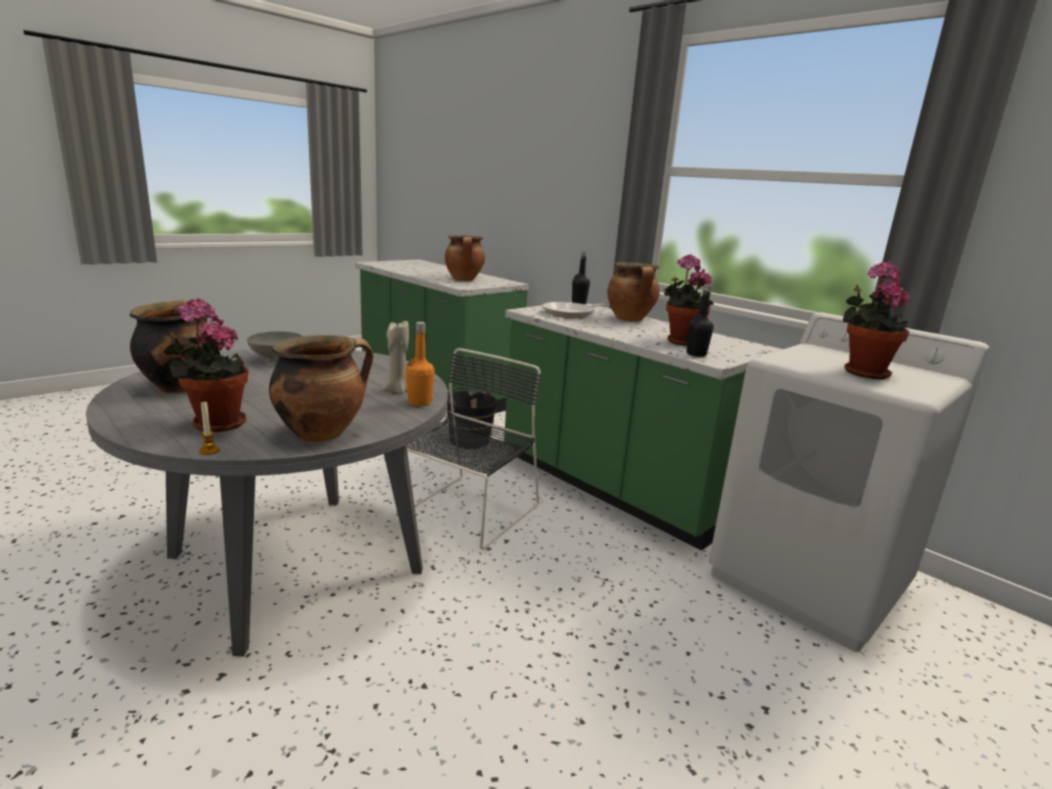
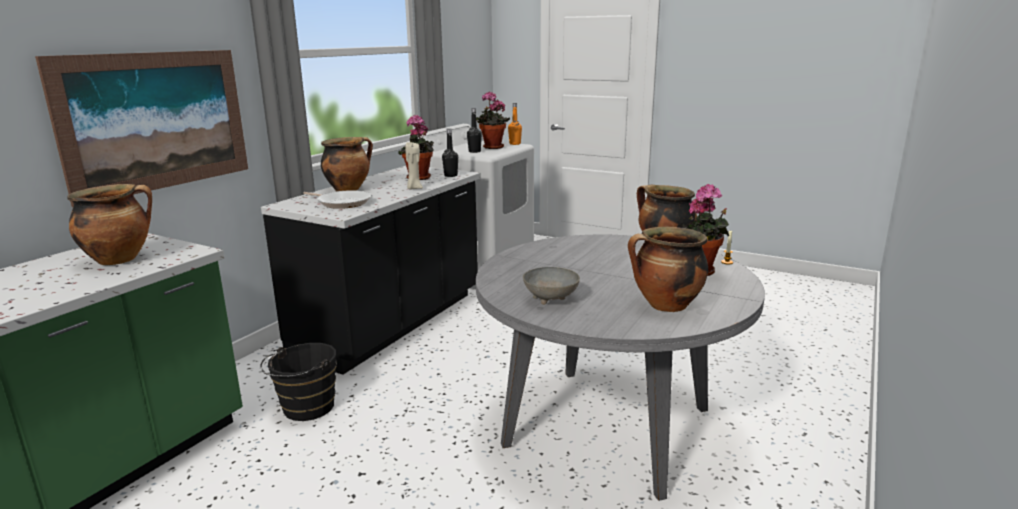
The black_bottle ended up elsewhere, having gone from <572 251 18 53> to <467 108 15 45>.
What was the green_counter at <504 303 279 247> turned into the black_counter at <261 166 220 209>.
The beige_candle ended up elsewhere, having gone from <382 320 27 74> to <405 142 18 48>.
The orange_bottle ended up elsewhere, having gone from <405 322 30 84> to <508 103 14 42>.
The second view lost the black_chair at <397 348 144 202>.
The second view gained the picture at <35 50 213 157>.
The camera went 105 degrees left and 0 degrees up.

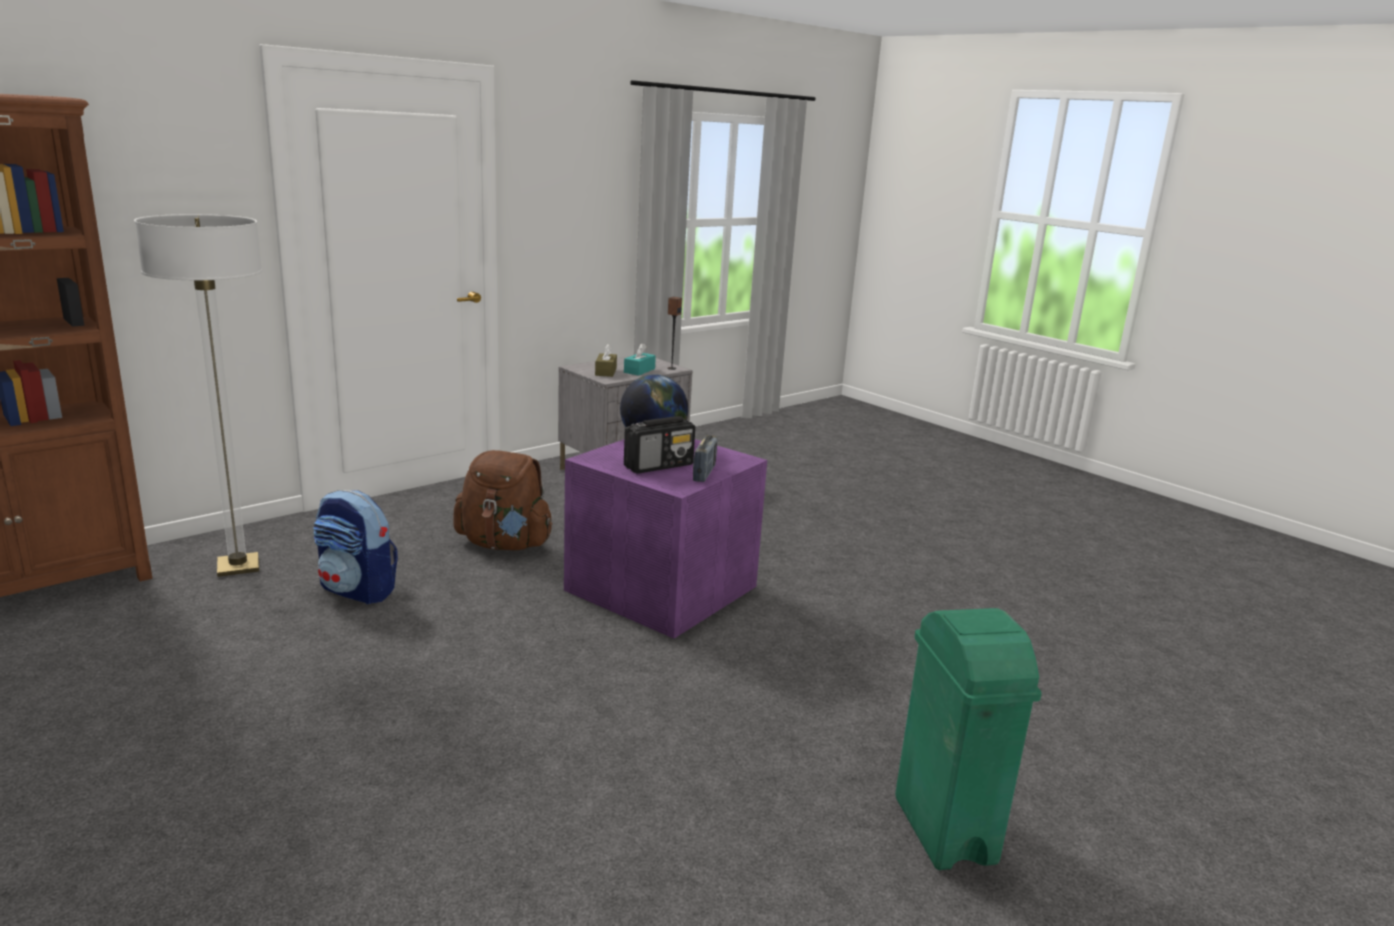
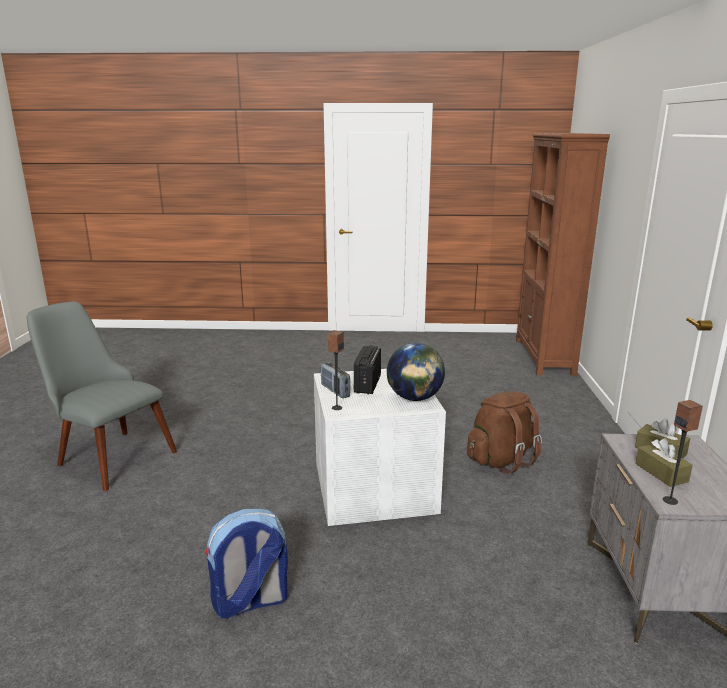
The second view lost the floor_lamp at <134 214 128 363>.
What was the turquoise_tissue_box at <624 343 32 33> turned into the brown_tissue_box at <635 438 58 49>.
What was the purple_storage_box at <564 439 203 200> turned into the white_storage_box at <314 369 132 157>.
The backpack ended up elsewhere, having gone from <313 490 85 114> to <205 509 83 110>.
Where the green_trash_can stood at <895 608 147 262>, the grey_chair came to stand at <27 301 150 190>.
The second view gained the speaker at <328 330 16 80>.
The camera went 135 degrees right and 0 degrees up.

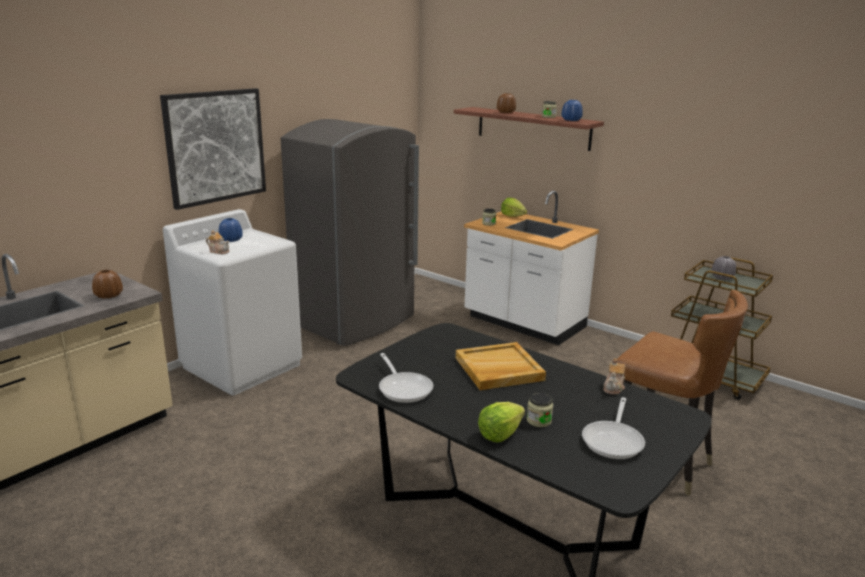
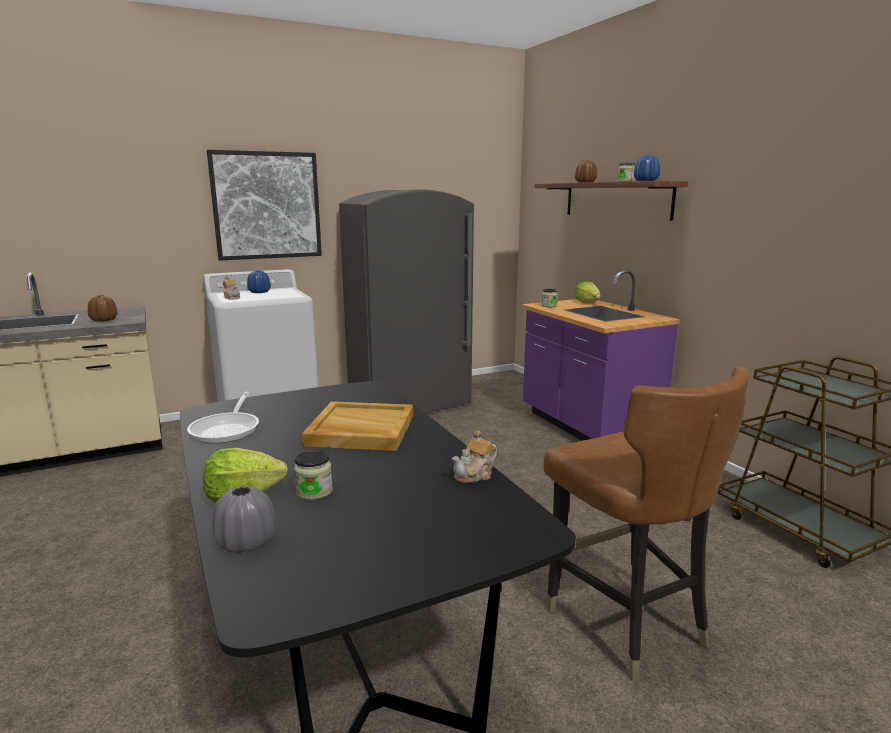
What was the white_counter at <464 191 135 154> turned into the purple_counter at <521 270 159 171>.
The grey_vase ended up elsewhere, having gone from <712 256 24 24> to <212 486 64 68>.
The second view lost the frying_pan at <582 397 63 62>.
The camera went 25 degrees right and 5 degrees down.

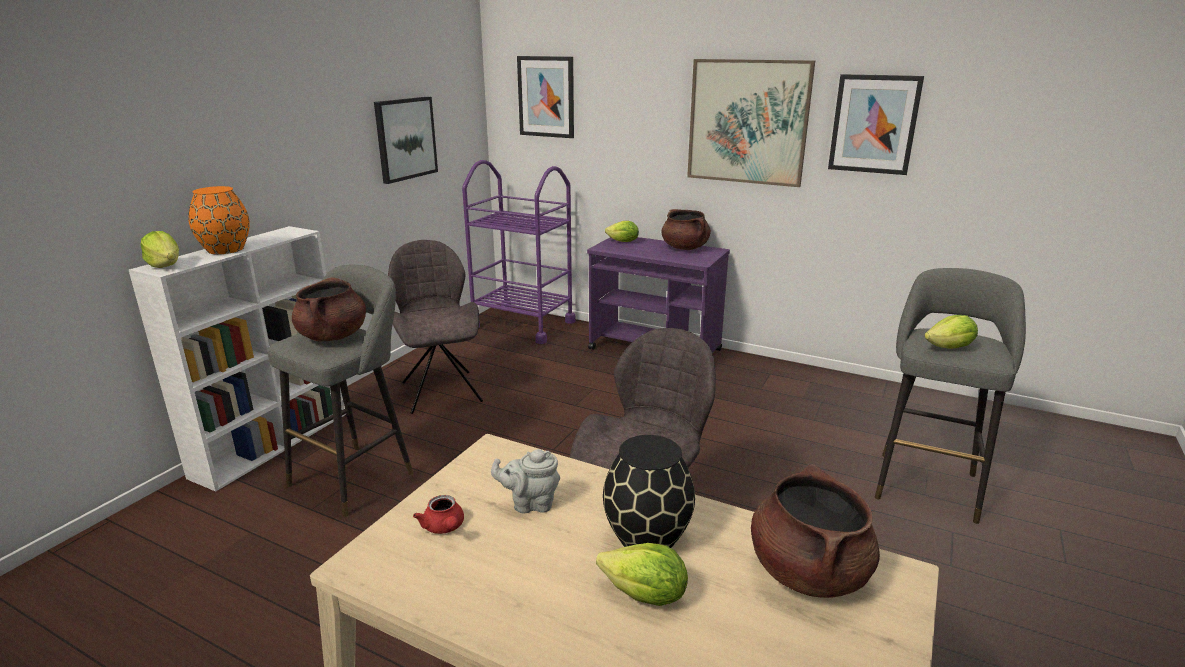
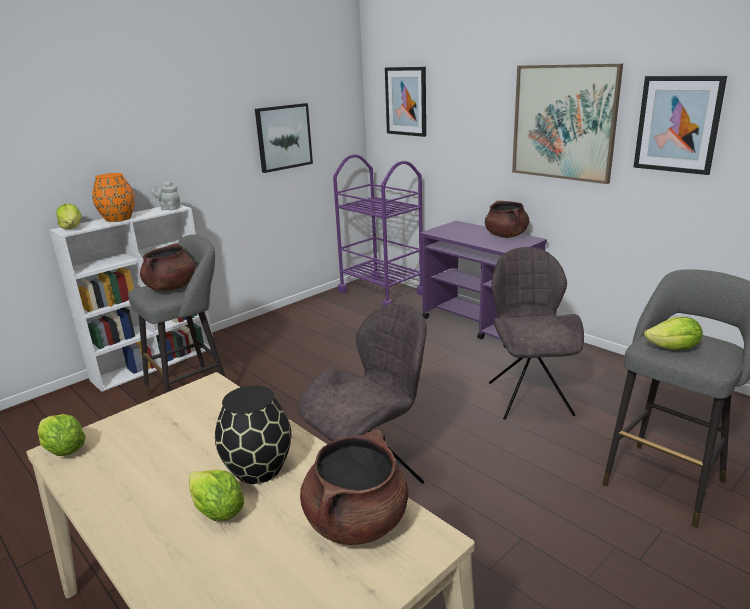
The lettuce ended up elsewhere, having gone from <605 221 34 21> to <37 414 49 42>.
The grey_chair ended up elsewhere, having gone from <388 240 95 174> to <489 247 95 173>.
The grey_teapot ended up elsewhere, having gone from <491 449 69 65> to <151 181 29 29>.
The second view lost the red_teapot at <413 495 51 39>.
The camera went 20 degrees right and 0 degrees up.

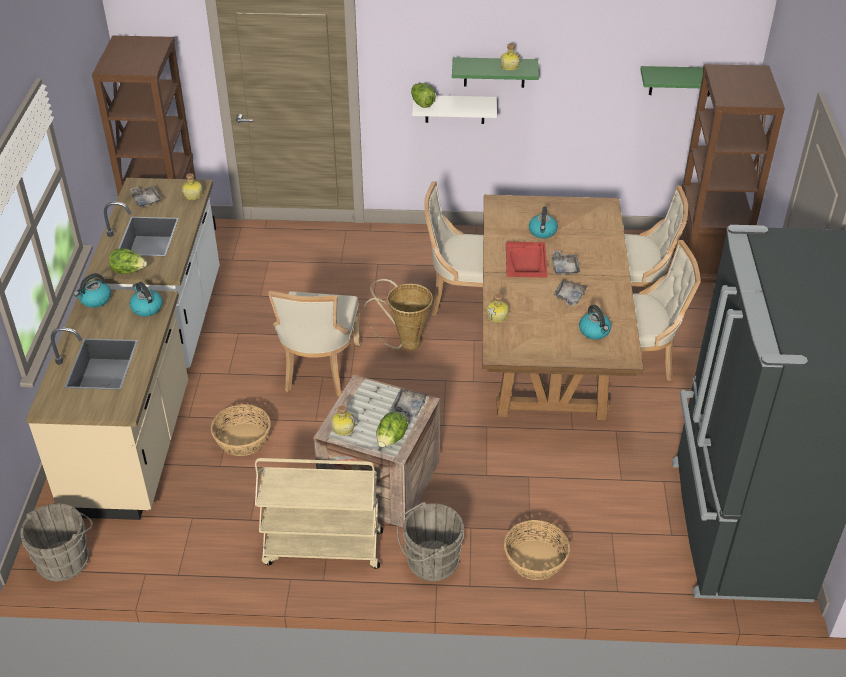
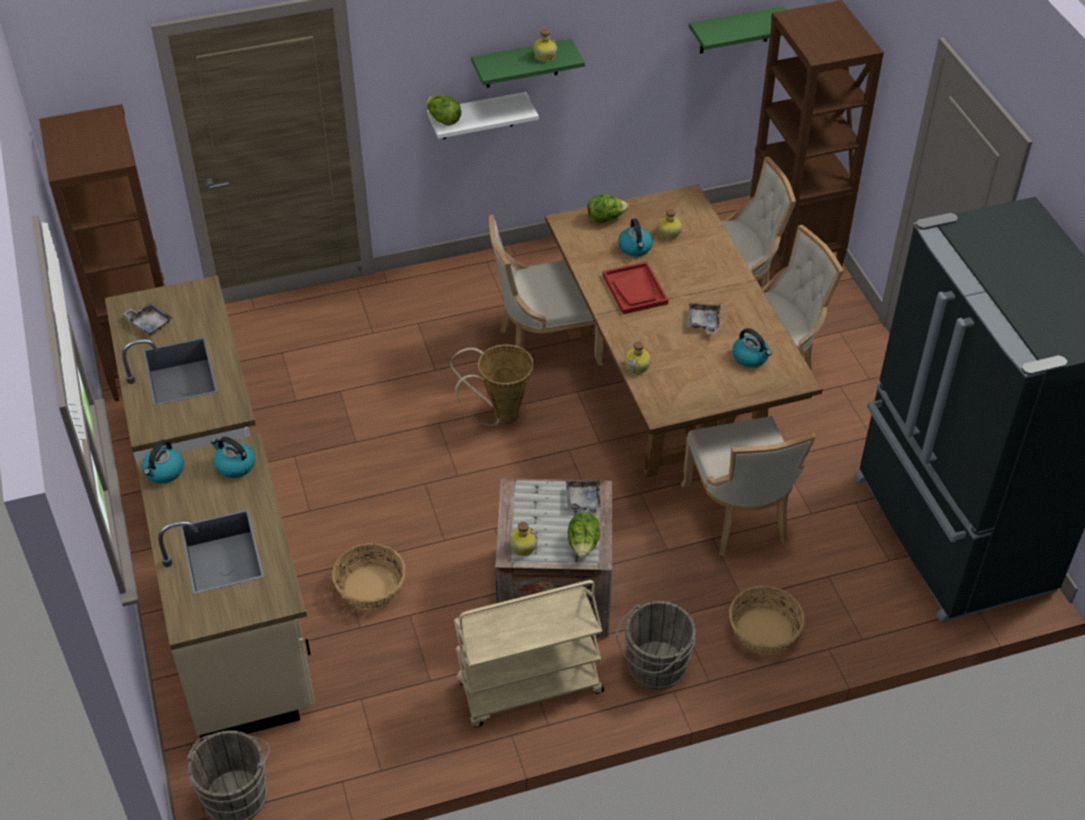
The bottle ended up elsewhere, having gone from <182 173 21 27> to <658 209 24 31>.
The lettuce ended up elsewhere, having gone from <109 248 38 26> to <587 194 42 29>.
The second view lost the grey_tray at <551 251 29 24>.
The beige_chair ended up elsewhere, having gone from <268 291 94 105> to <681 416 135 140>.
The camera went 20 degrees left and 5 degrees up.

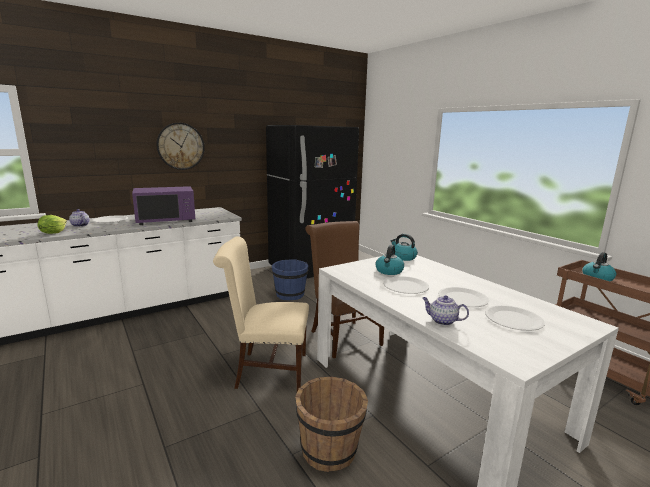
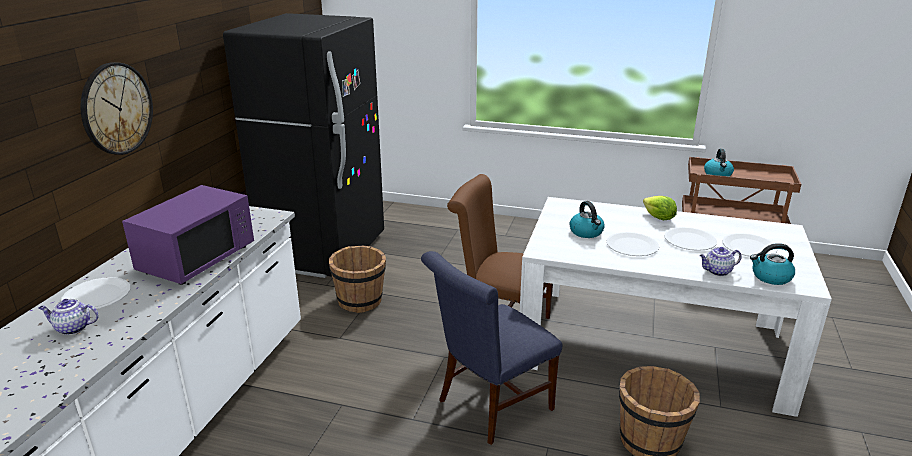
The lettuce ended up elsewhere, having gone from <38 215 29 19> to <643 196 34 24>.
The kettle ended up elsewhere, having gone from <391 234 27 27> to <750 243 45 42>.
What was the beige_chair at <213 236 96 155> turned into the blue_chair at <421 251 141 194>.
What was the blue_bucket at <272 259 36 41> turned into the brown_bucket at <329 245 57 68>.
The camera went 40 degrees left and 10 degrees up.

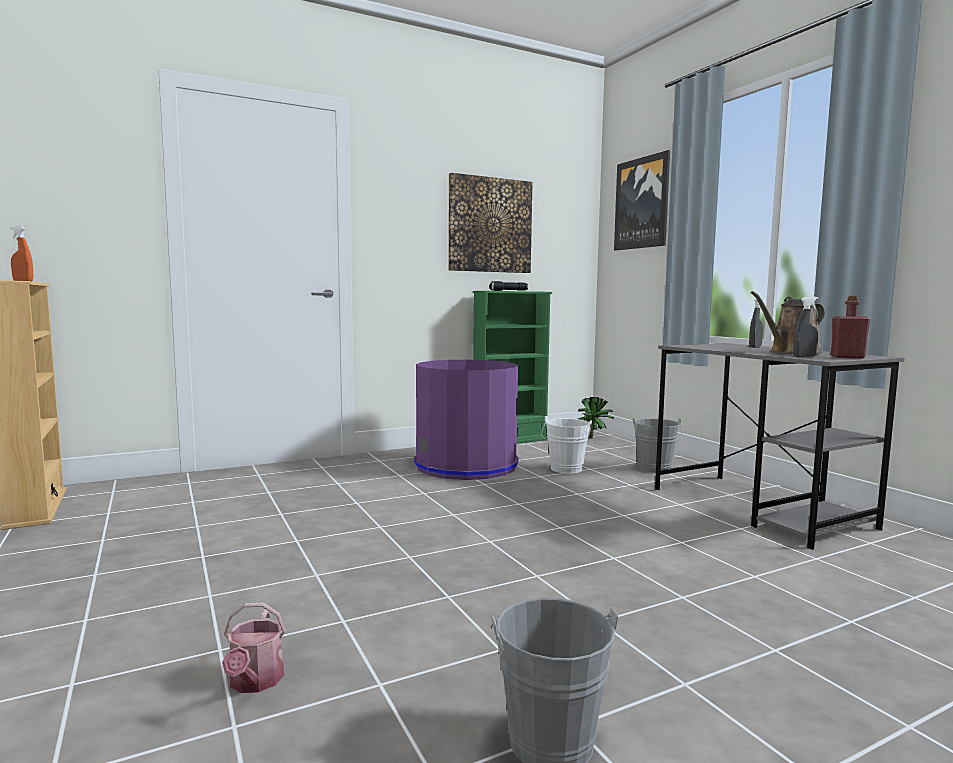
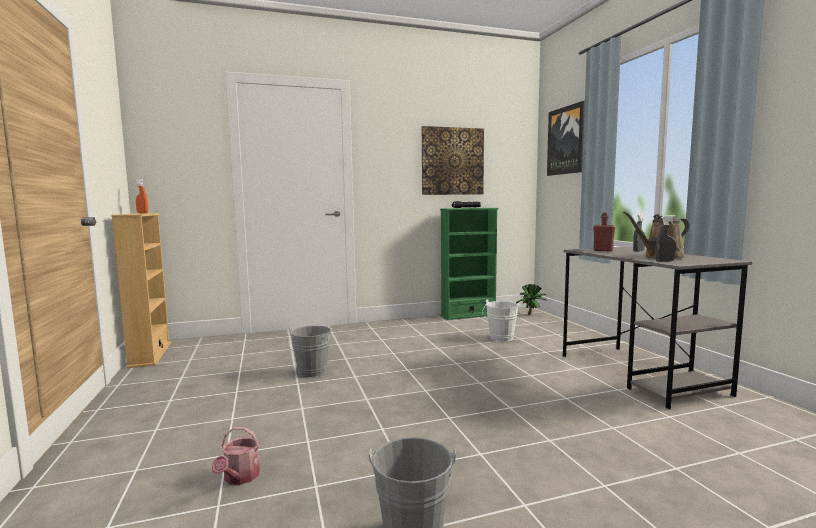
The red_bottle ended up elsewhere, having gone from <831 296 40 62> to <593 213 22 38>.
The second view lost the purple_trash_can at <414 360 105 120>.
The grey_bucket ended up elsewhere, having gone from <632 418 50 55> to <286 326 46 52>.
The camera went 10 degrees right and 0 degrees up.

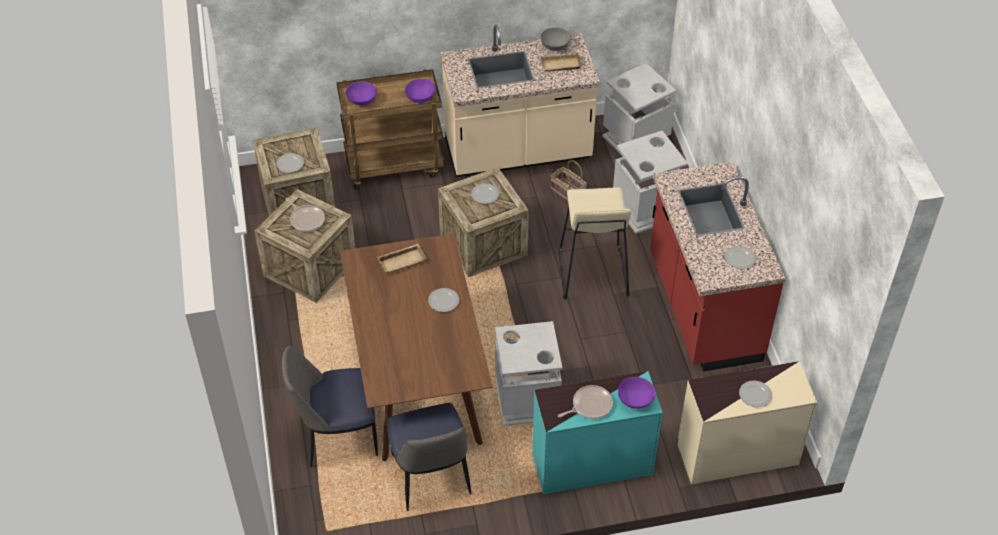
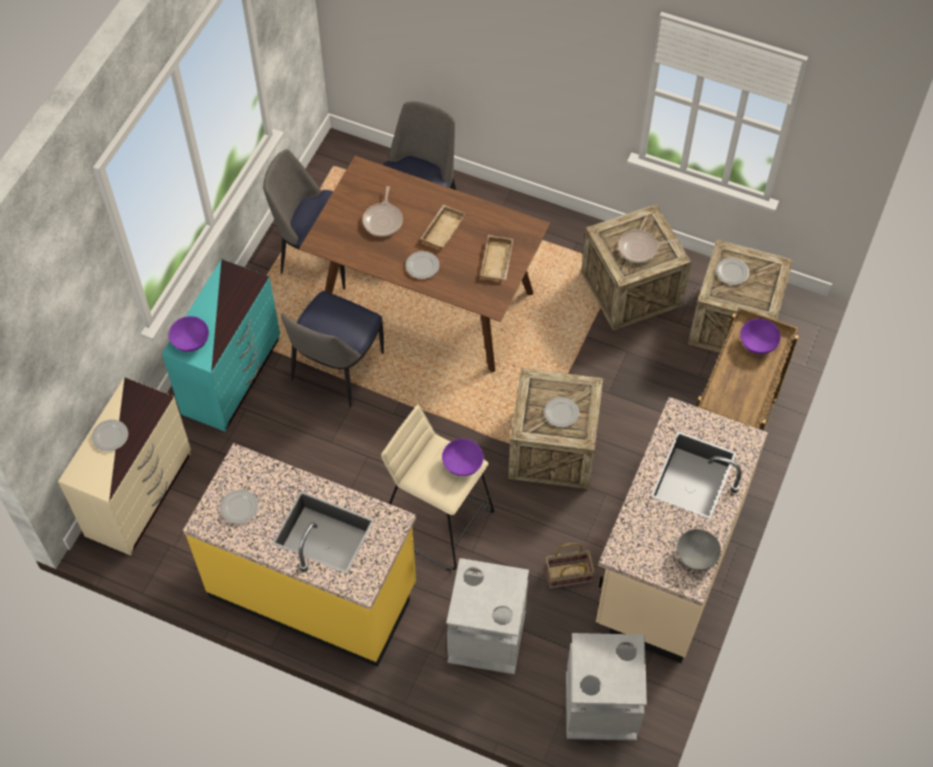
The beige_tray ended up elsewhere, having gone from <540 52 43 19> to <420 205 46 44>.
The purple_bowl ended up elsewhere, having gone from <405 79 31 24> to <442 439 42 37>.
What was the red_counter at <650 162 135 210> turned into the yellow_counter at <183 443 233 224>.
Where the grey_trash_can stood at <495 321 67 105>, the chair came to stand at <281 291 103 117>.
The frying_pan ended up elsewhere, having gone from <558 385 55 34> to <363 186 40 51>.
The camera went 125 degrees right and 10 degrees up.

